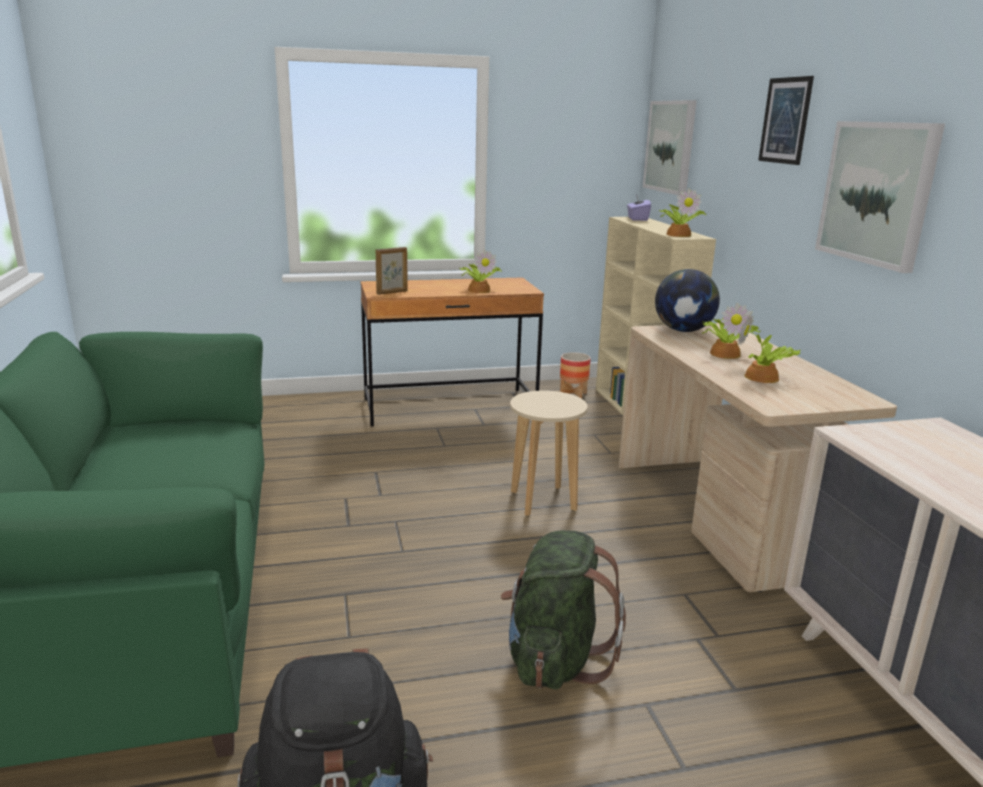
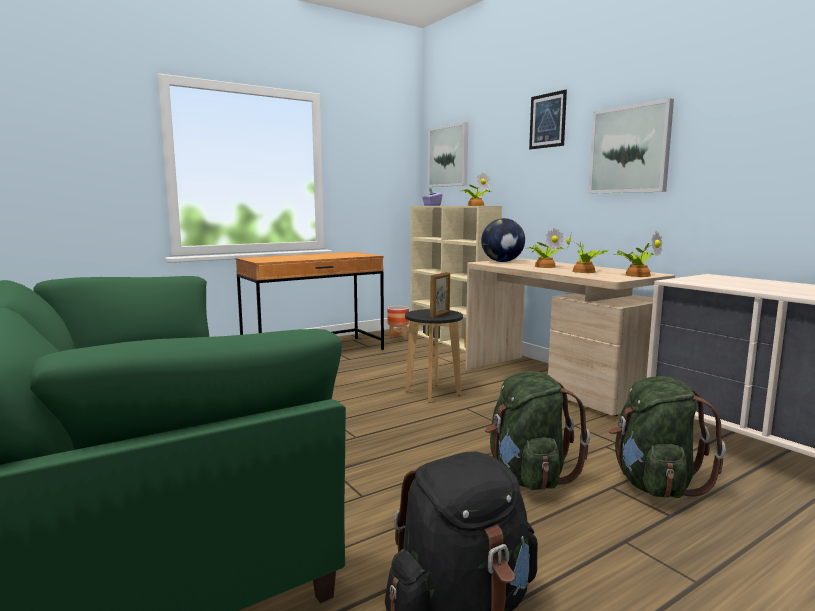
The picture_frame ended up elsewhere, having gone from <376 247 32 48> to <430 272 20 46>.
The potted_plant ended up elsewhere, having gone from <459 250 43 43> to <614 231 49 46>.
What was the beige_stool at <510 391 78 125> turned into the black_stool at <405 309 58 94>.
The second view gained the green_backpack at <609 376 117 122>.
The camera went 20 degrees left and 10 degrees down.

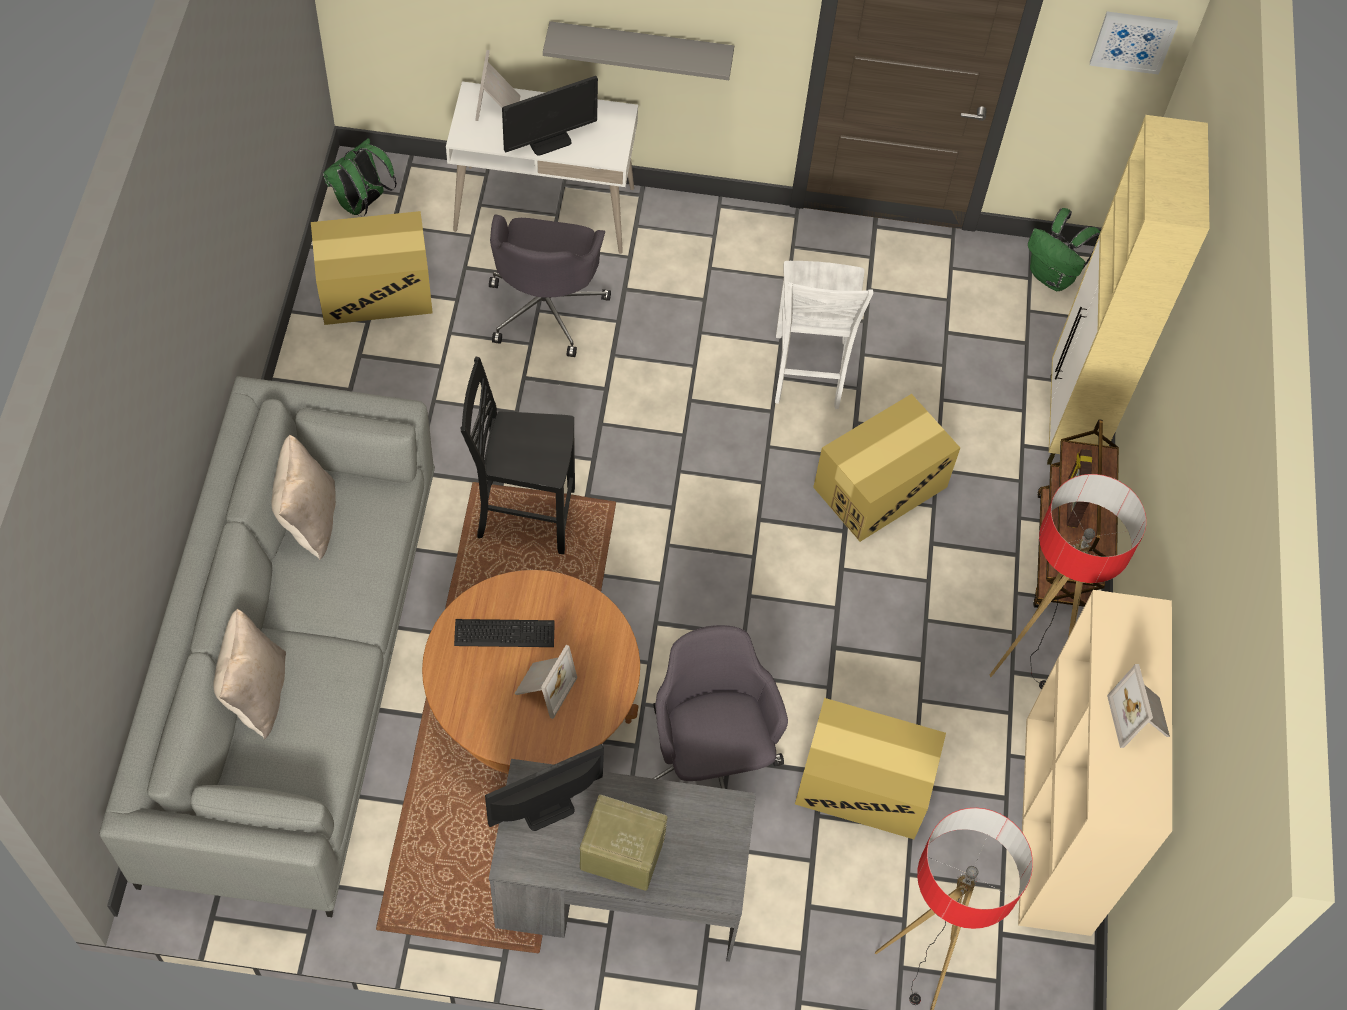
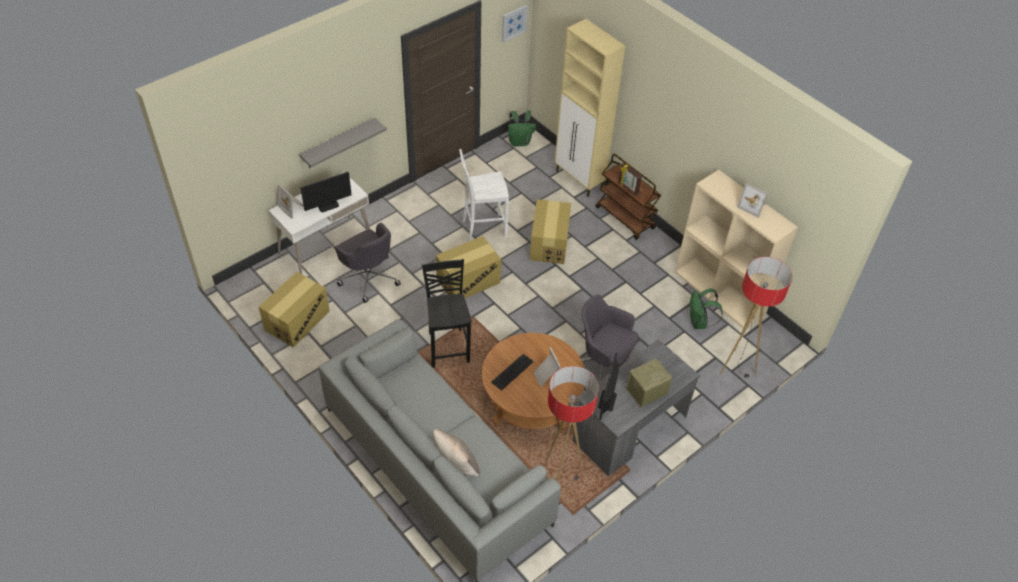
The monitor at <502 76 96 80> ended up facing another way, 45 degrees clockwise from before.
The green_backpack ended up elsewhere, having gone from <323 138 74 78> to <690 288 33 41>.
The white_chair at <775 261 98 148> ended up facing another way, 120 degrees clockwise from before.
The black_chair at <461 357 114 197> ended up facing another way, 120 degrees clockwise from before.
The second view lost the beige_pillow at <271 435 65 125>.
The floor_lamp ended up elsewhere, having gone from <990 474 156 215> to <547 366 52 116>.
The cardboard_box ended up elsewhere, having gone from <795 698 151 141> to <436 236 65 62>.
The camera went 45 degrees left and 10 degrees down.

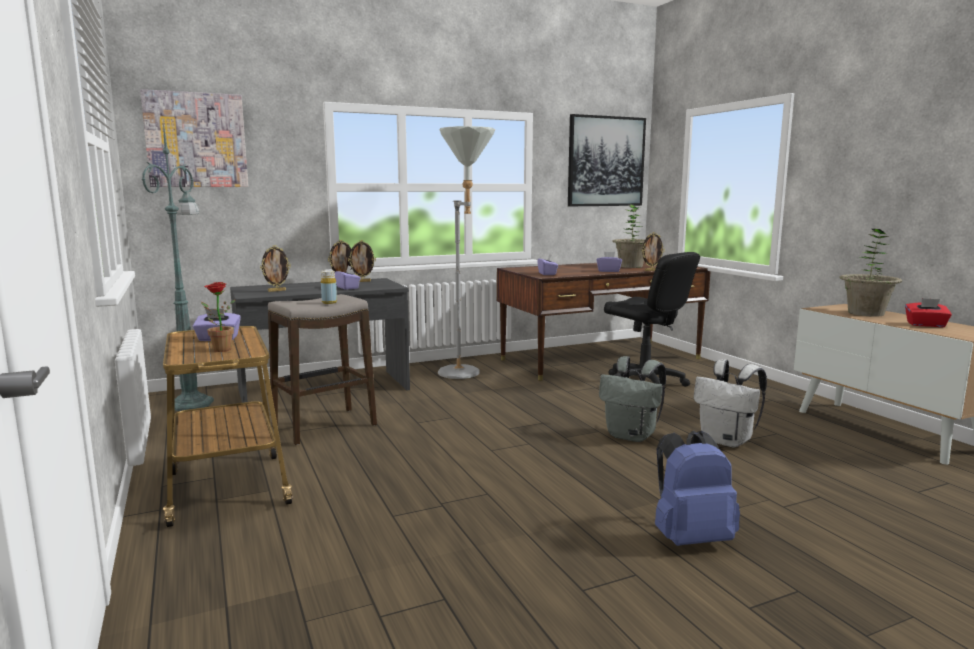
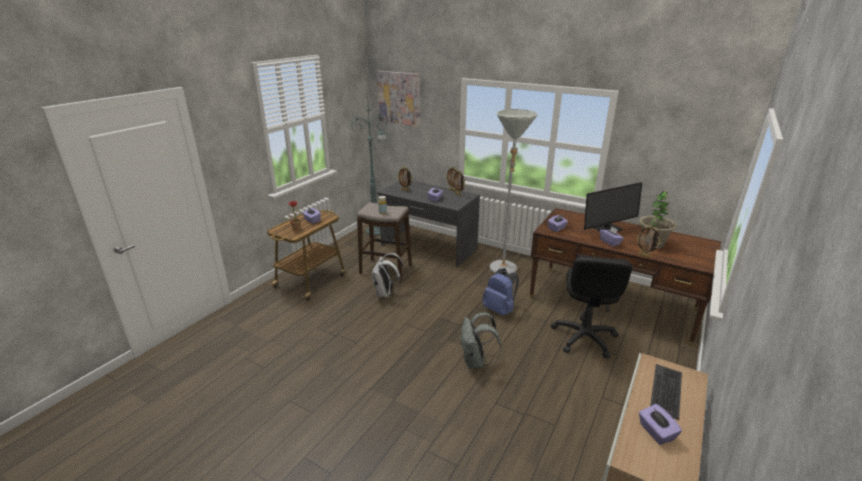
The second view lost the picture at <568 114 78 92>.
Where the potted_plant stood at <839 229 63 88>, the keyboard came to stand at <650 364 32 56>.
What was the red_tissue_box at <905 298 47 29> turned into the purple_tissue_box at <639 404 43 41>.
The white_backpack ended up elsewhere, having gone from <694 359 73 88> to <372 253 33 45>.
The blue_backpack ended up elsewhere, having gone from <655 431 85 115> to <482 268 37 48>.
The second view gained the monitor at <584 182 58 50>.
The camera went 55 degrees right and 15 degrees up.

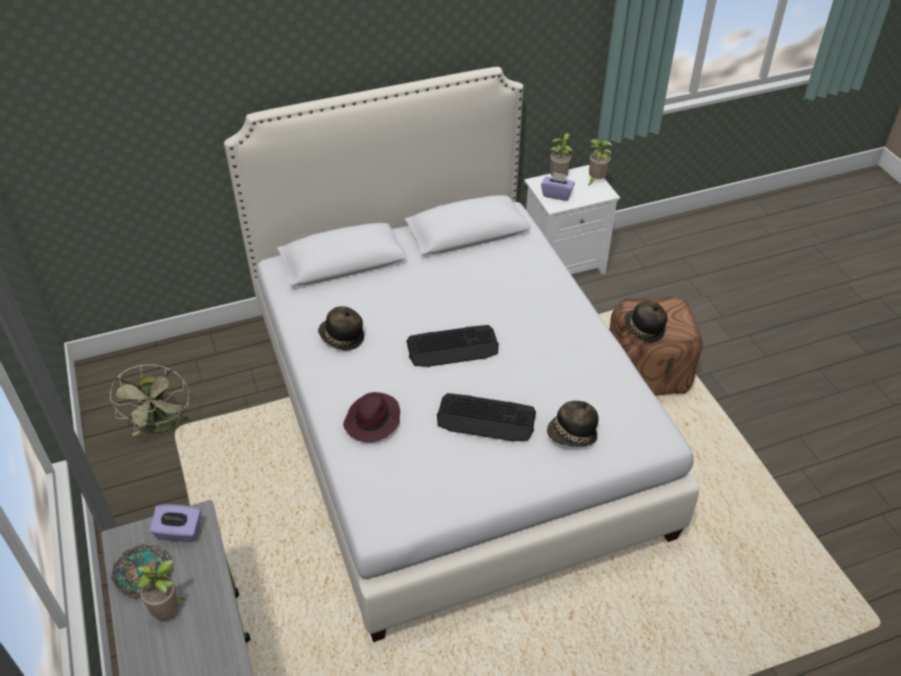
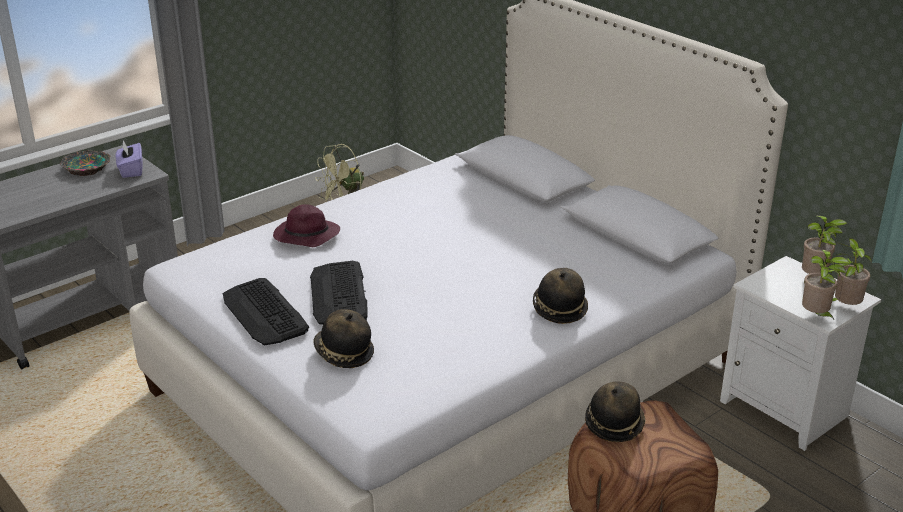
The second view lost the purple_tissue_box at <541 172 34 29>.
The hat ended up elsewhere, having gone from <318 306 46 45> to <533 268 55 56>.
The keyboard ended up elsewhere, having gone from <407 325 92 42> to <223 278 86 67>.
The potted_plant ended up elsewhere, having gone from <136 560 49 59> to <802 250 47 70>.
The camera went 70 degrees right and 15 degrees down.

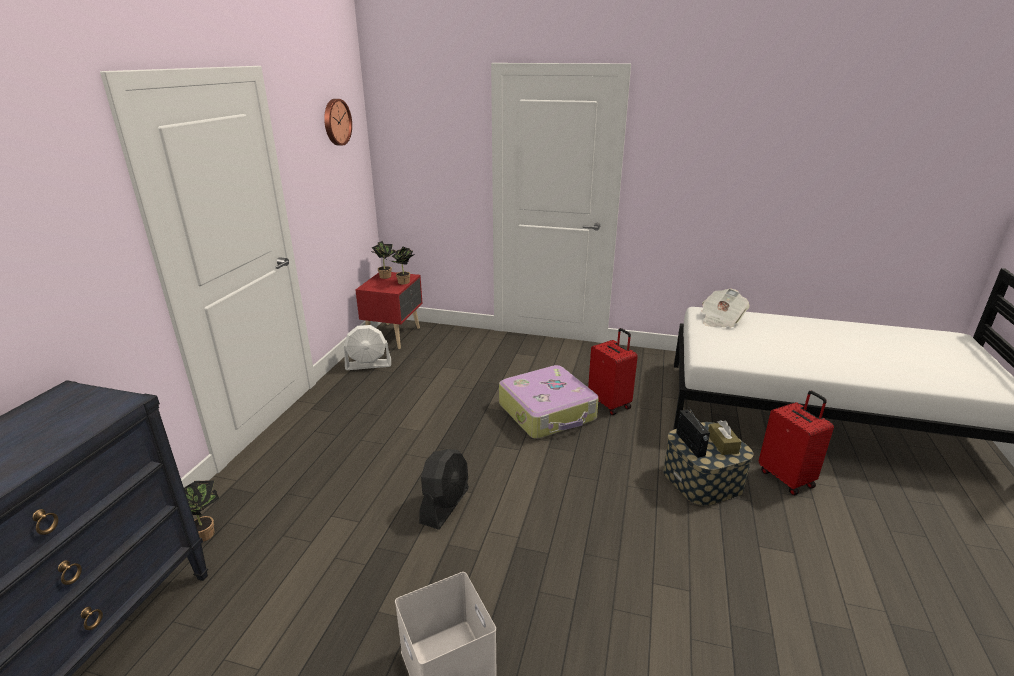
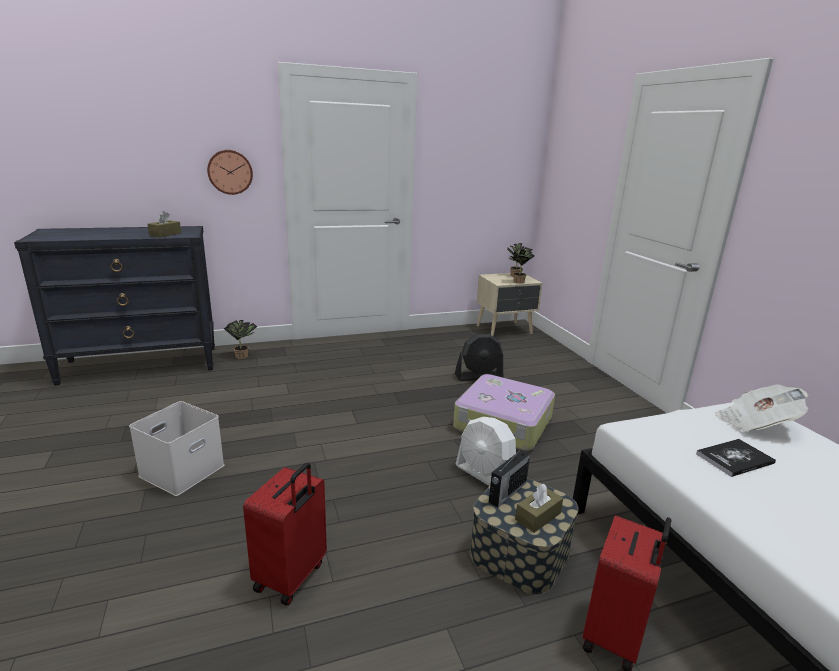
The wall_clock ended up elsewhere, having gone from <324 99 28 47> to <207 150 46 45>.
What was the red_nightstand at <355 272 67 77> turned into the beige_nightstand at <477 273 66 63>.
The white_fan ended up elsewhere, having gone from <344 325 47 45> to <456 417 60 69>.
The red_suitcase ended up elsewhere, having gone from <588 328 50 87> to <243 462 84 143>.
The black_fan ended up elsewhere, having gone from <419 449 50 81> to <455 334 48 47>.
The second view gained the brown_tissue_box at <147 211 34 26>.
The second view gained the book at <696 439 80 38>.
The camera went 55 degrees right and 5 degrees down.

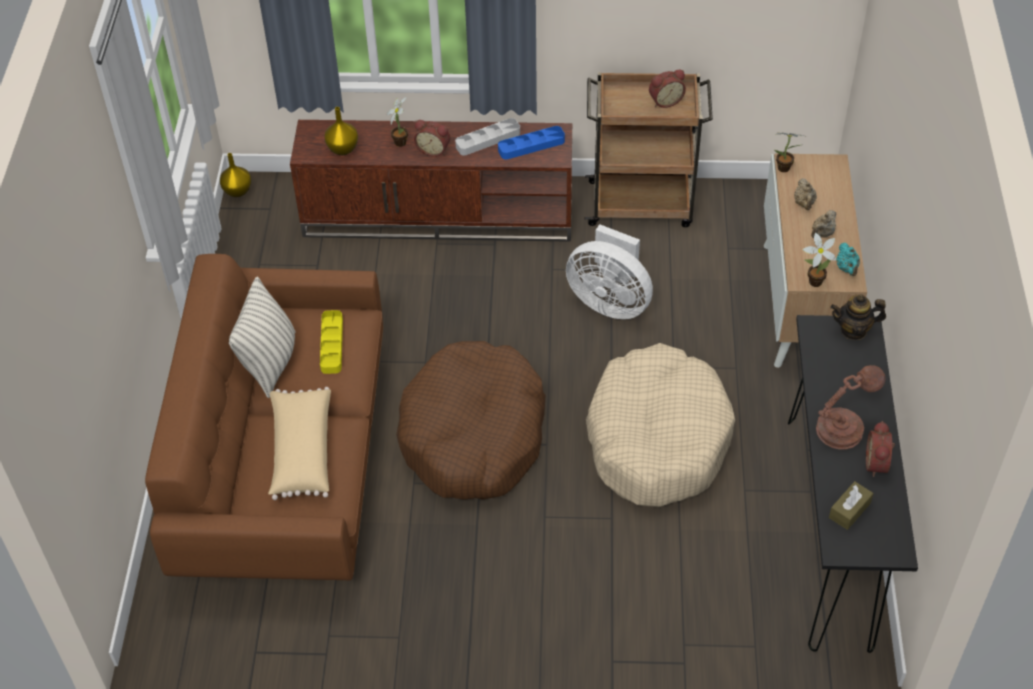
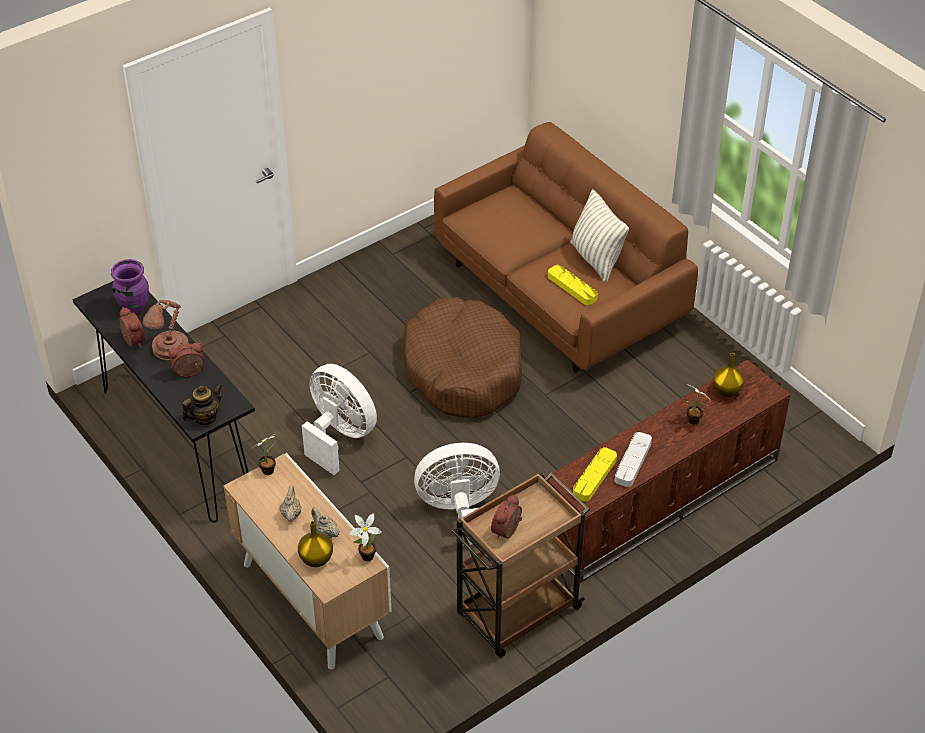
The alarm_clock ended up elsewhere, having gone from <414 120 36 37> to <169 343 36 34>.
What was the blue_tray at <498 126 67 34> turned into the yellow_tray at <573 447 44 55>.
The yellow_vase ended up elsewhere, having gone from <220 153 31 44> to <298 521 35 46>.
The second view lost the turquoise_teapot at <836 243 24 33>.
Where the beige_dog_bed stood at <586 343 149 164>, the white_fan came to stand at <302 364 75 111>.
The second view lost the beige_pillow at <268 387 63 113>.
Where the brown_tissue_box stood at <829 481 45 49>, the purple_vase came to stand at <111 259 38 55>.
The camera went 140 degrees right and 5 degrees down.

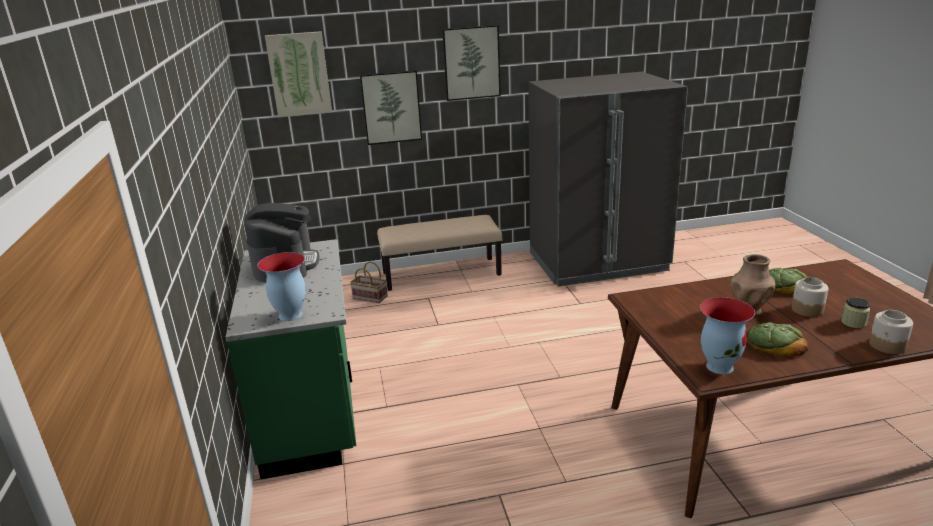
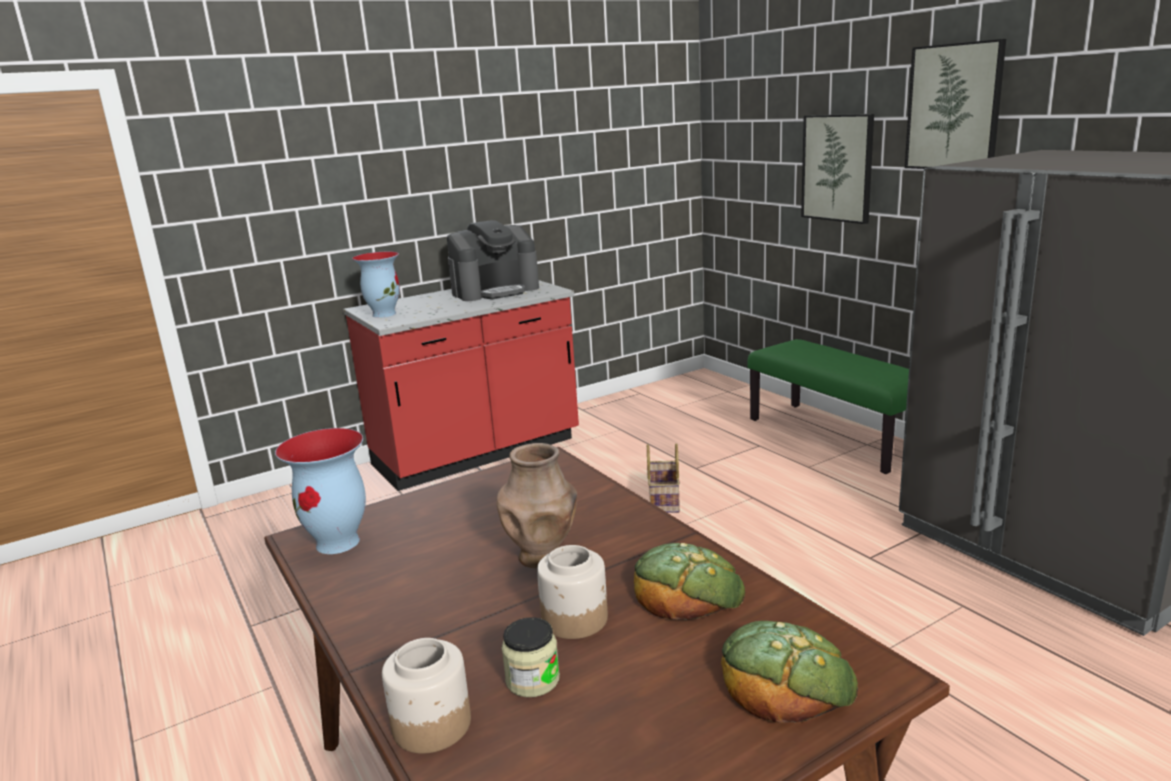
The second view lost the picture at <265 31 67 86>.
What was the beige_bench at <377 215 125 76> turned into the green_bench at <747 339 162 135>.
What was the green_counter at <226 239 130 240> turned into the red_counter at <343 280 236 211>.
The basket ended up elsewhere, having gone from <350 262 38 41> to <647 443 33 70>.
The bread ended up elsewhere, having gone from <747 322 61 35> to <721 621 137 102>.
The camera went 70 degrees right and 5 degrees down.

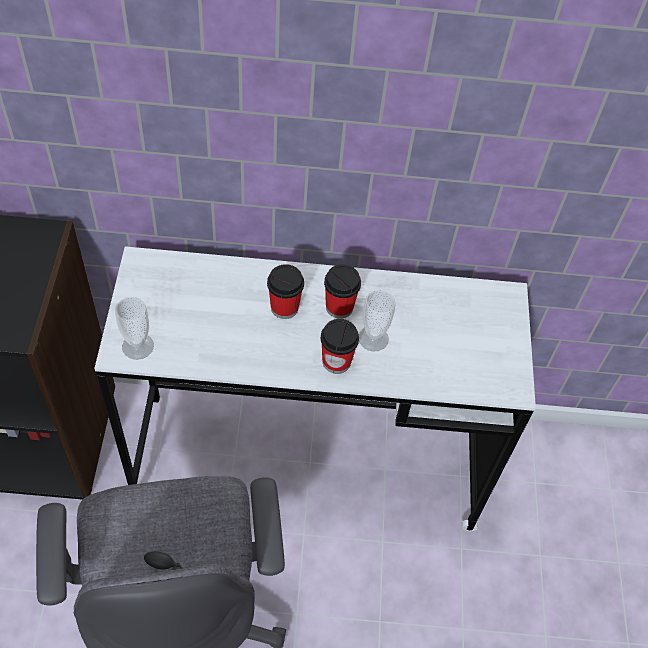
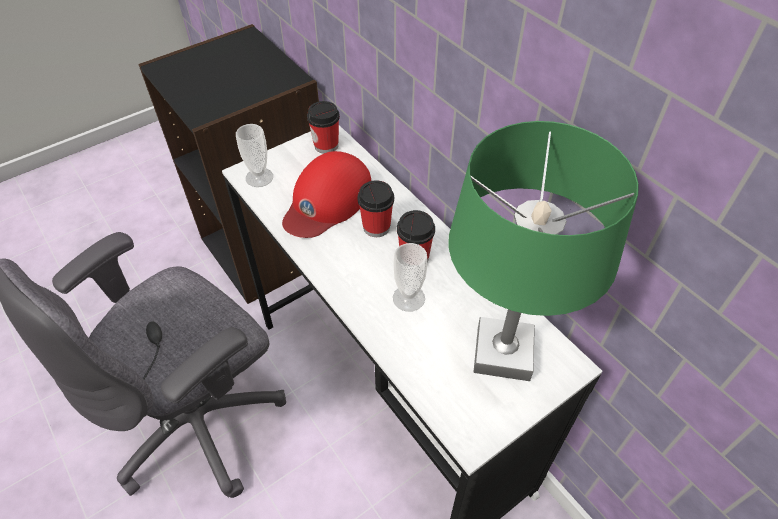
The cup ended up elsewhere, having gone from <321 319 38 55> to <307 101 33 53>.
The second view gained the green_table_lamp at <448 121 191 260>.
The second view gained the red_cap at <282 151 89 87>.
The camera went 55 degrees right and 5 degrees down.

